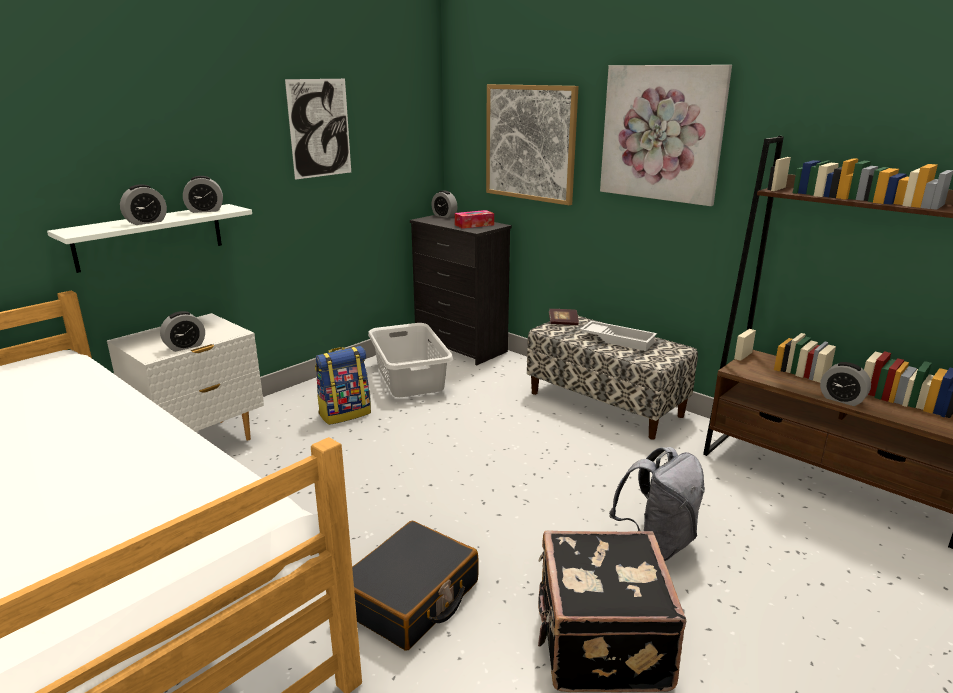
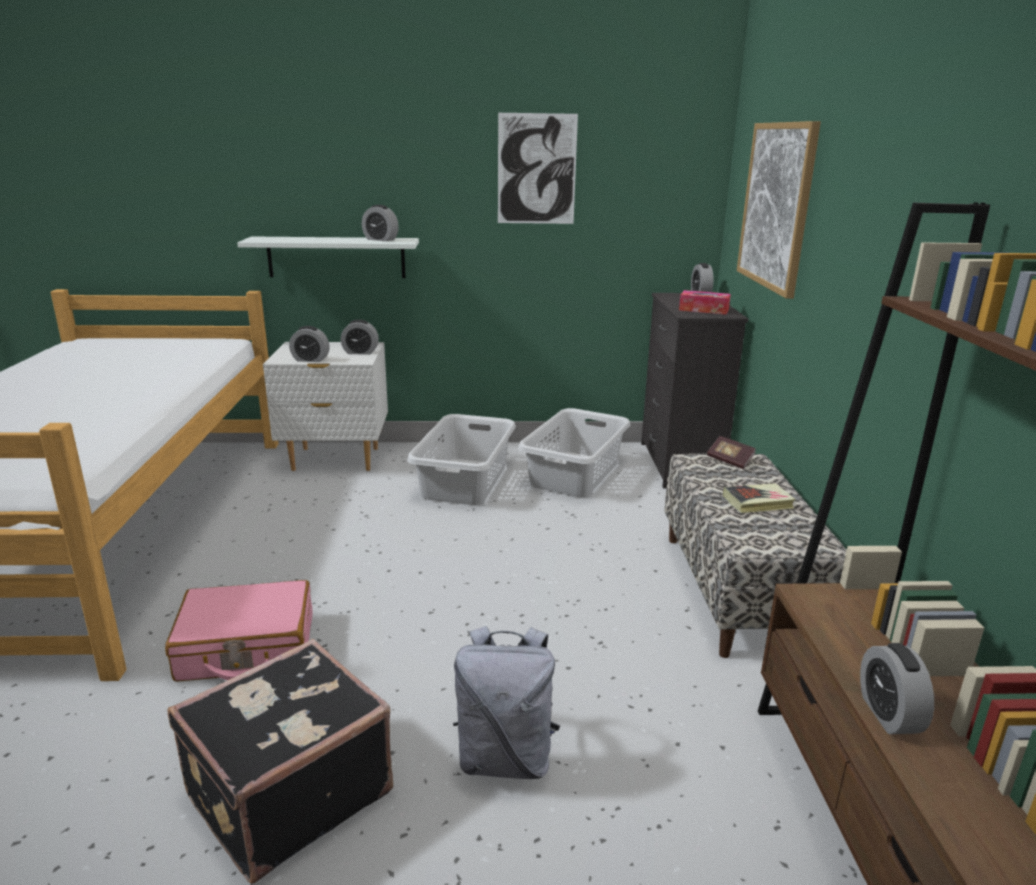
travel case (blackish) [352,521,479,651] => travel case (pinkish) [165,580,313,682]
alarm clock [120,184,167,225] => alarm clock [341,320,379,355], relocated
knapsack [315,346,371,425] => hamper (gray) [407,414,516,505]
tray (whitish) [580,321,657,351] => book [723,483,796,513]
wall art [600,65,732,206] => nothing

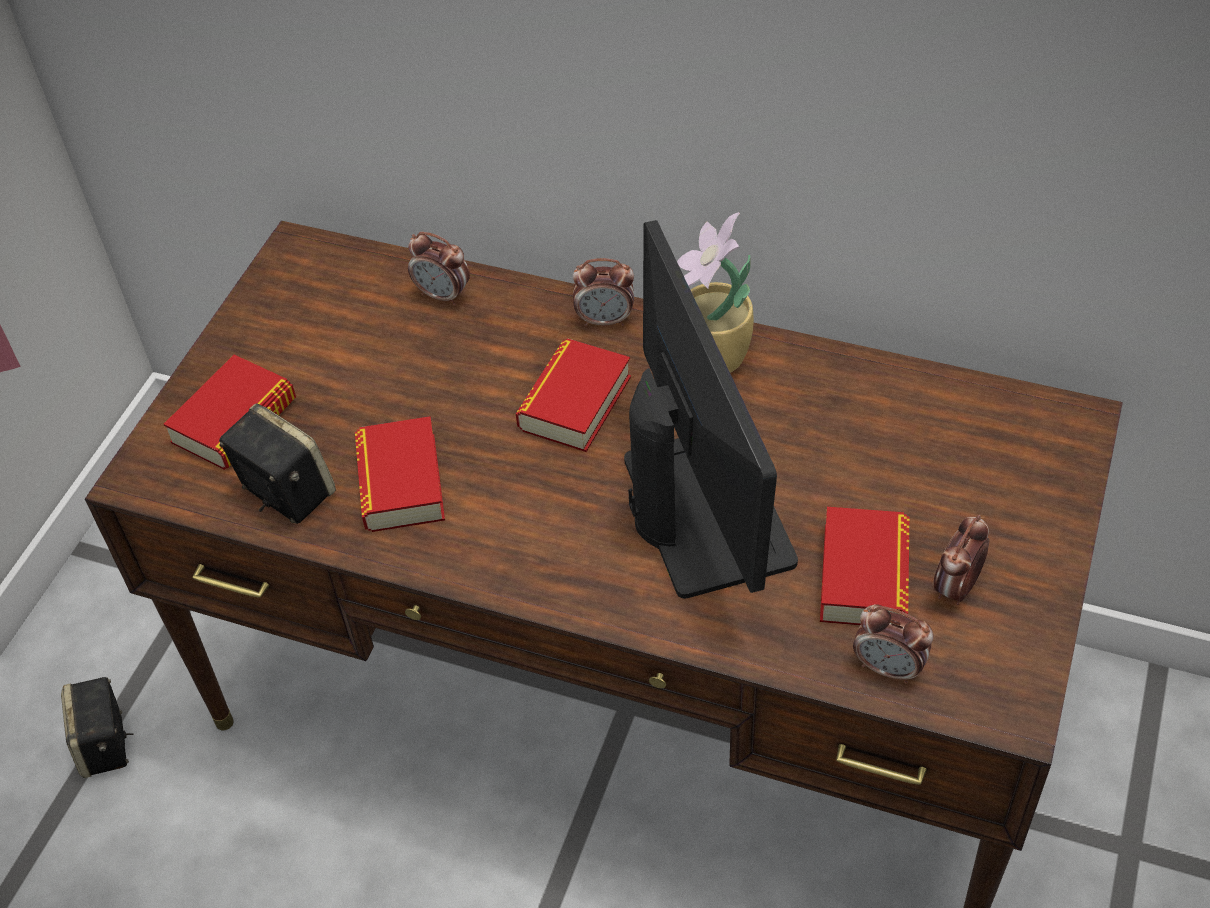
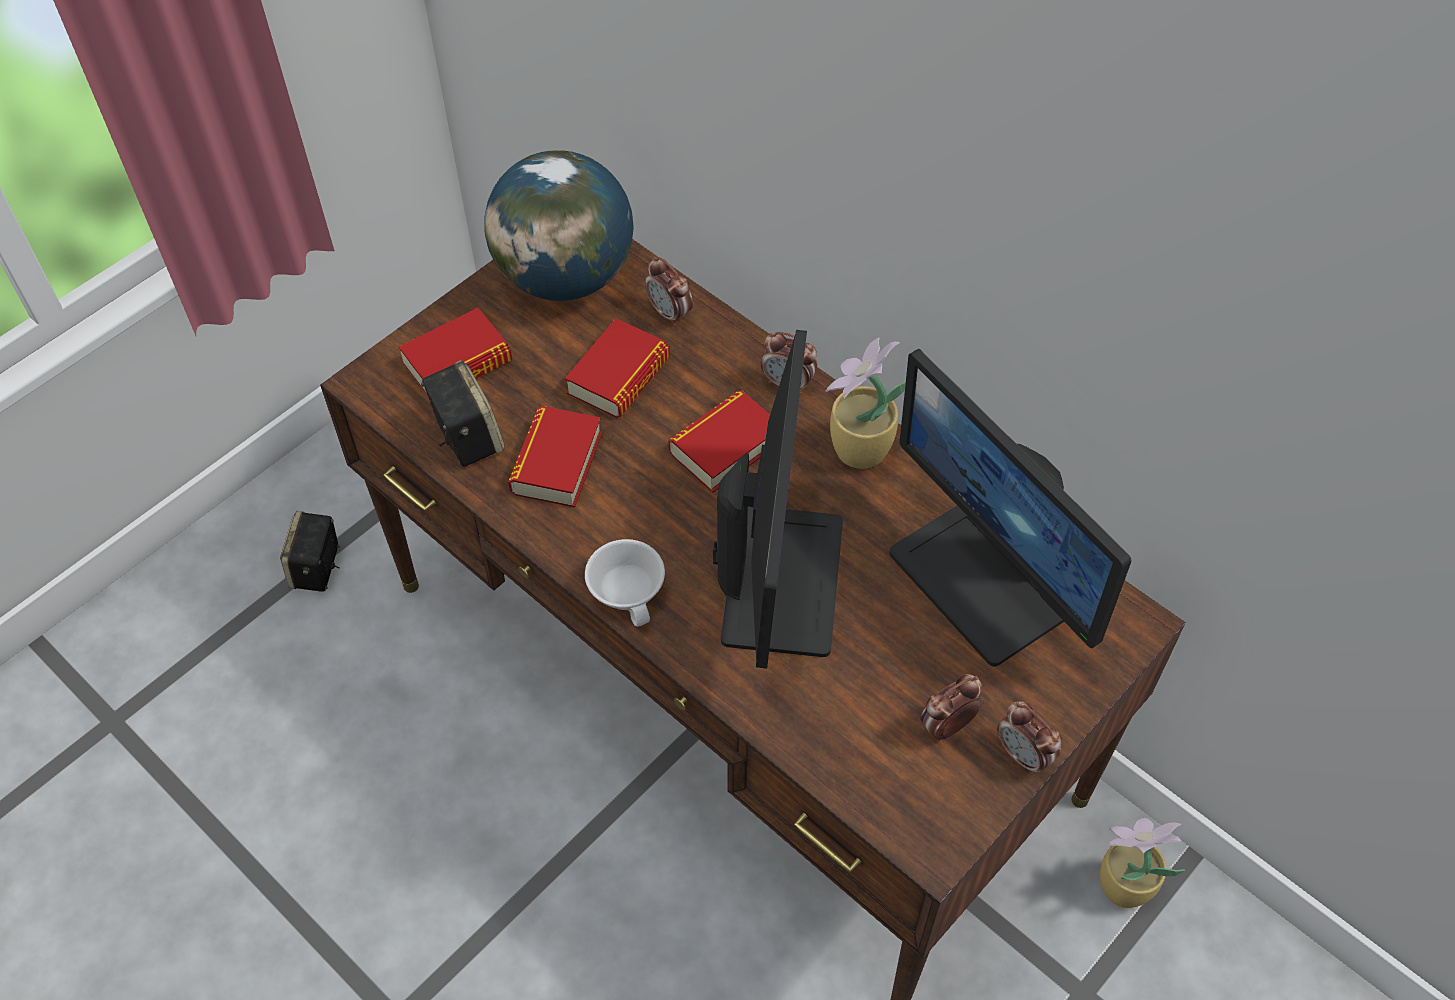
nothing => globe [484,150,633,301]
book [820,507,909,625] => book [565,318,670,418], relocated
nothing => small cup (whitish) [585,539,665,627]
nothing => computer display [889,349,1132,666]
alarm clock [853,605,934,684] => alarm clock [997,701,1062,774], relocated
nothing => potted plant [1100,818,1185,908]

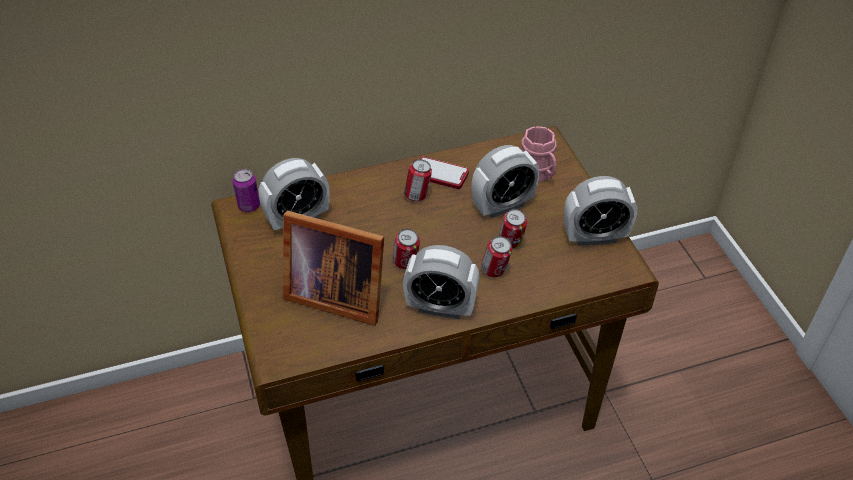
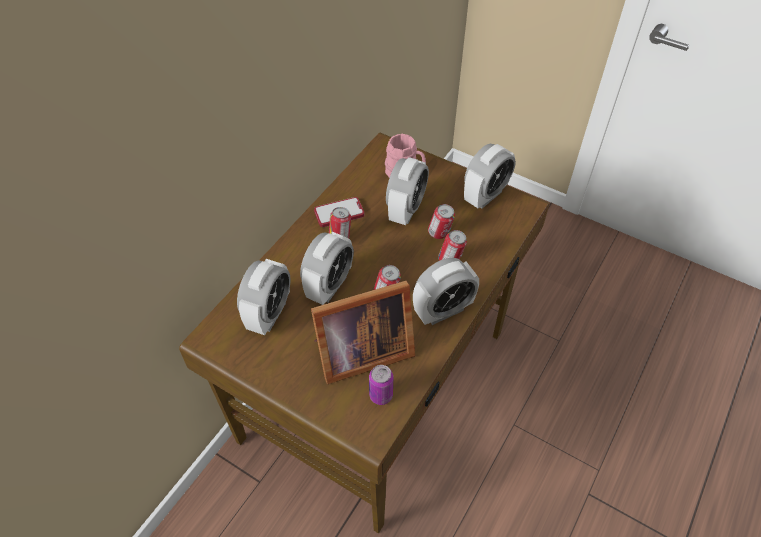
nothing => alarm clock [300,232,354,305]
can [233,169,260,212] => can [369,365,393,405], relocated

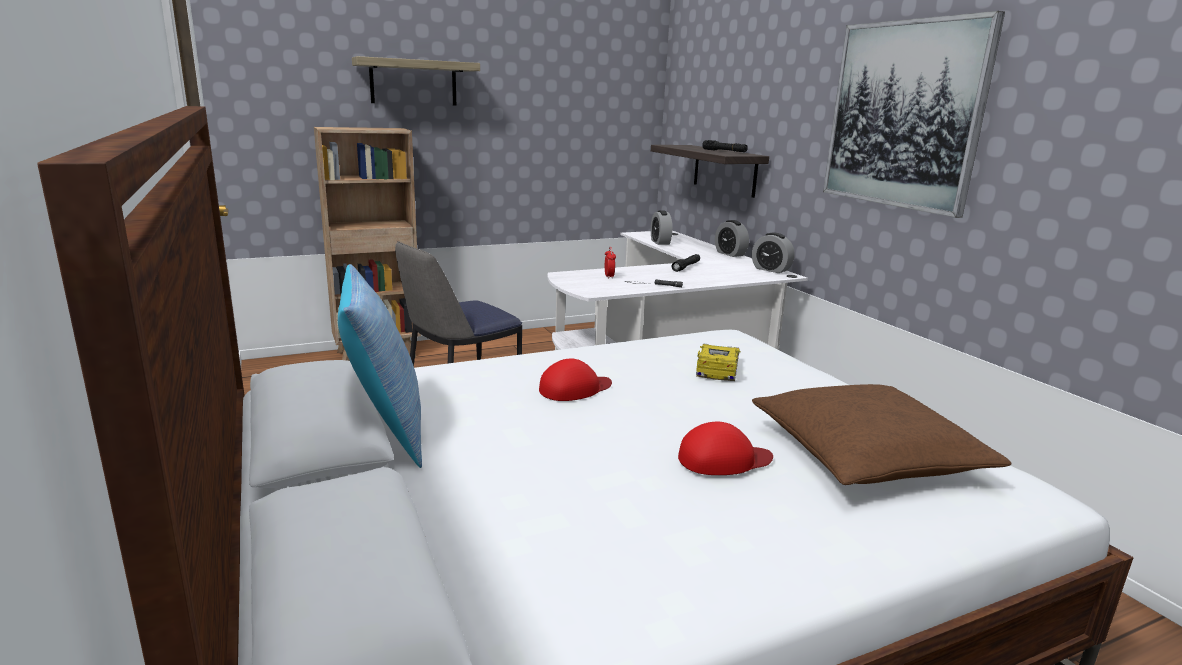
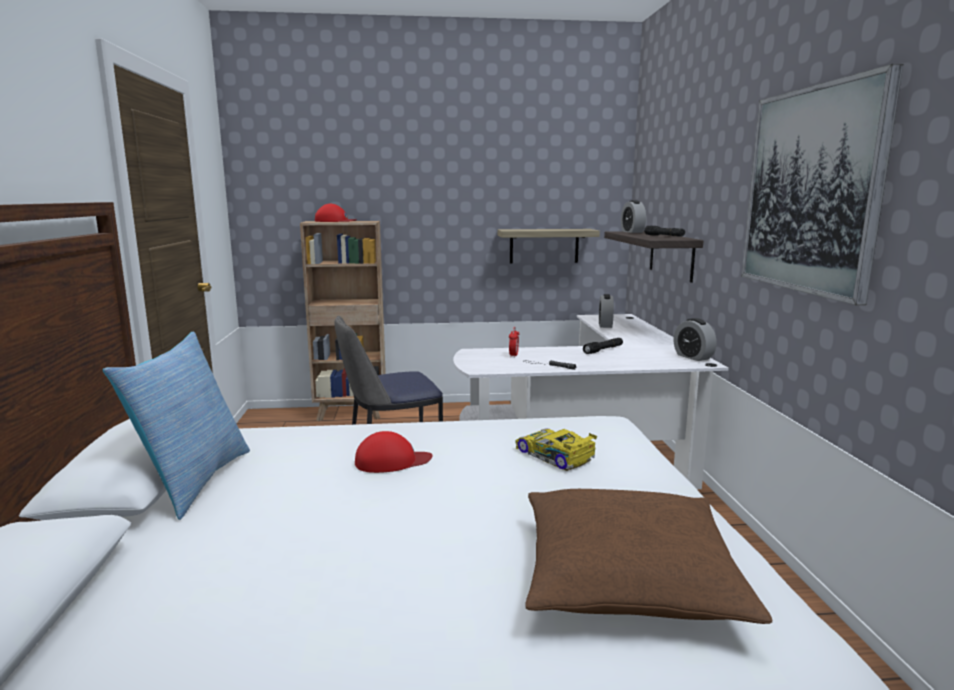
cap (reddish) [678,422,773,475] => cap (reddish) [315,204,357,222], relocated
bracket shelf [352,56,480,106] => bracket shelf [498,229,600,263], relocated
model car [696,344,740,381] => model car [515,428,597,471], 75 degrees counterclockwise
alarm clock [715,220,749,257] => alarm clock [621,200,646,233], relocated

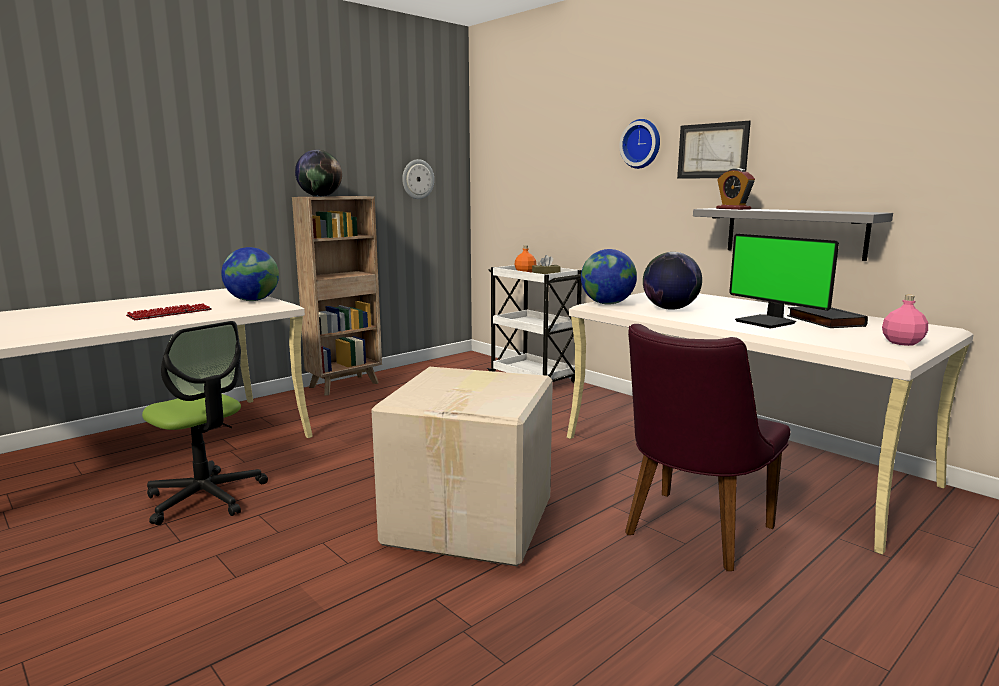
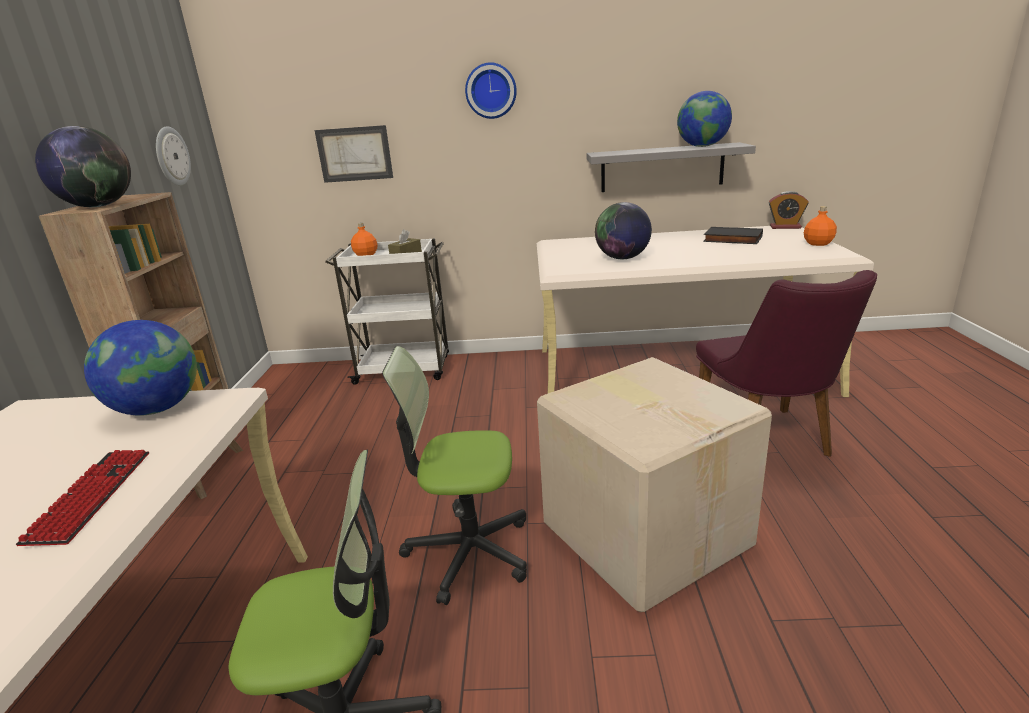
wall art [677,121,751,179] => wall art [315,125,393,183], relocated
nothing => computer chair [382,346,527,605]
globe [581,249,637,305] => globe [677,91,732,147], relocated
alarm clock [716,168,755,210] => alarm clock [769,191,809,229], relocated
bottle (pinkish) [882,295,928,346] => bottle (orange) [804,206,837,246]
computer display [729,234,839,329] => nothing

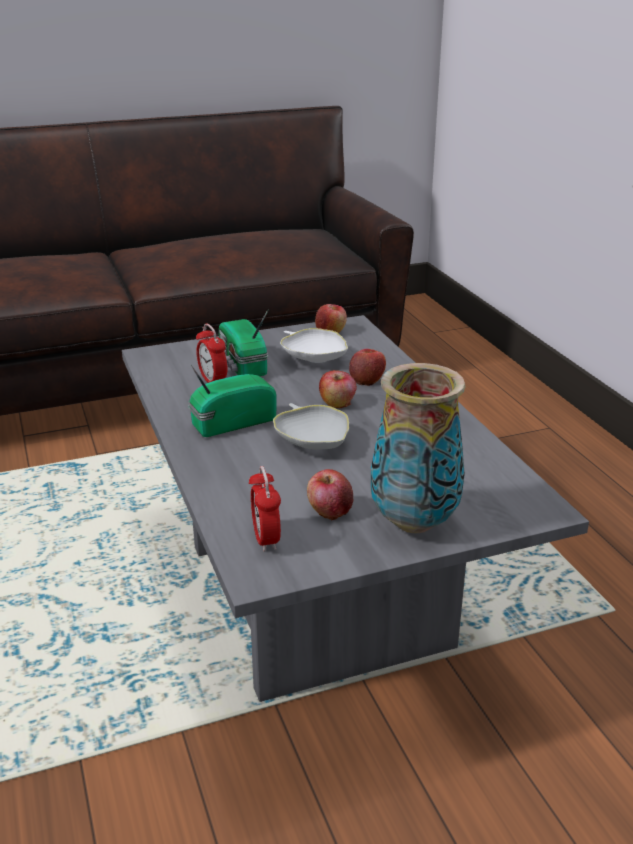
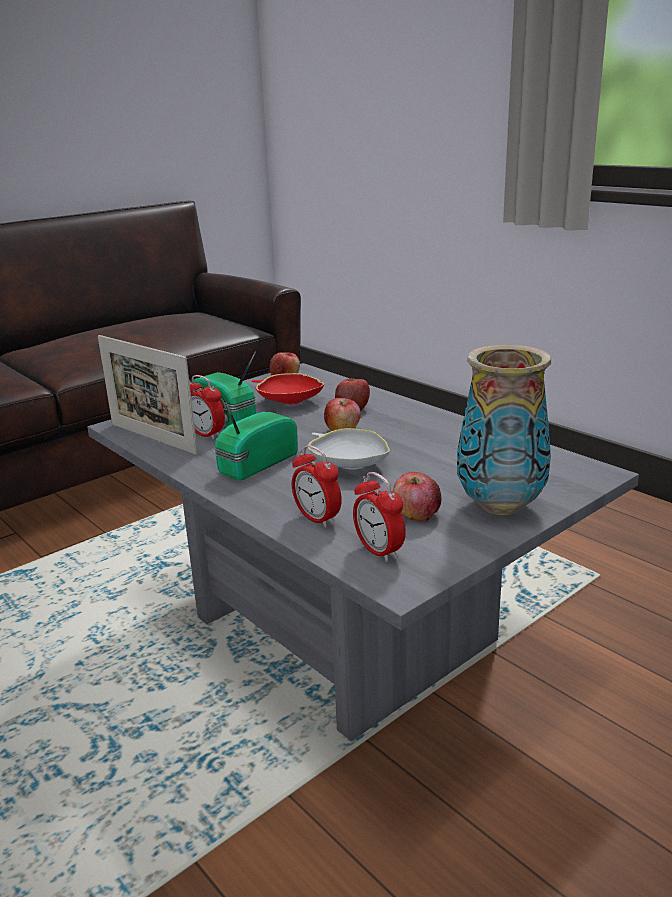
nothing => photo frame [98,335,198,455]
bowl (whitish) [280,328,348,363] => bowl (reddish) [252,373,324,404]
nothing => alarm clock [292,445,342,528]

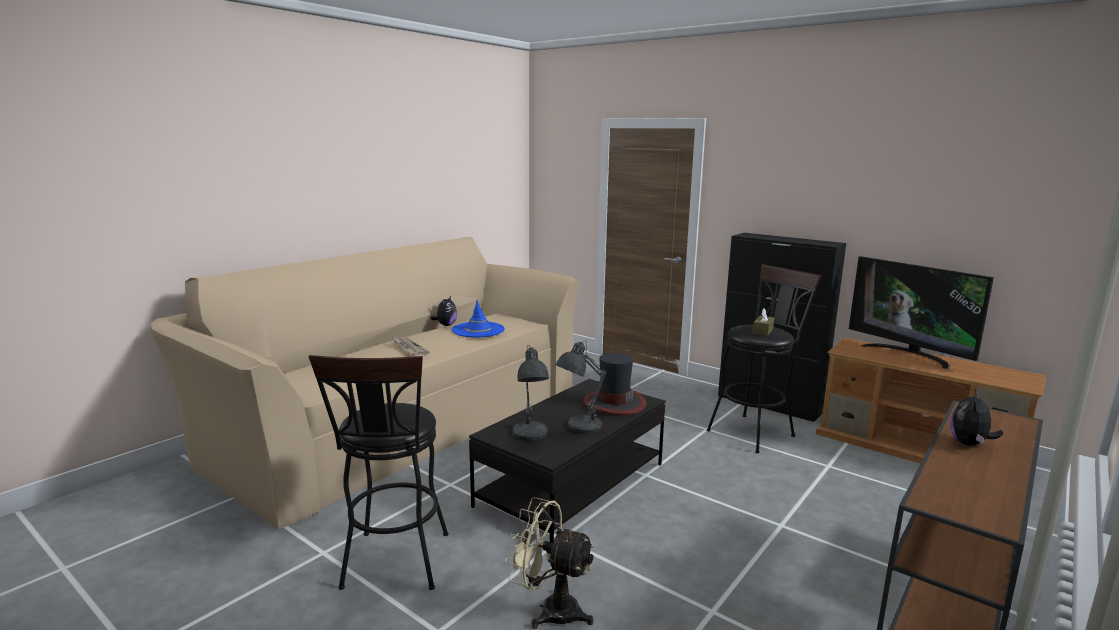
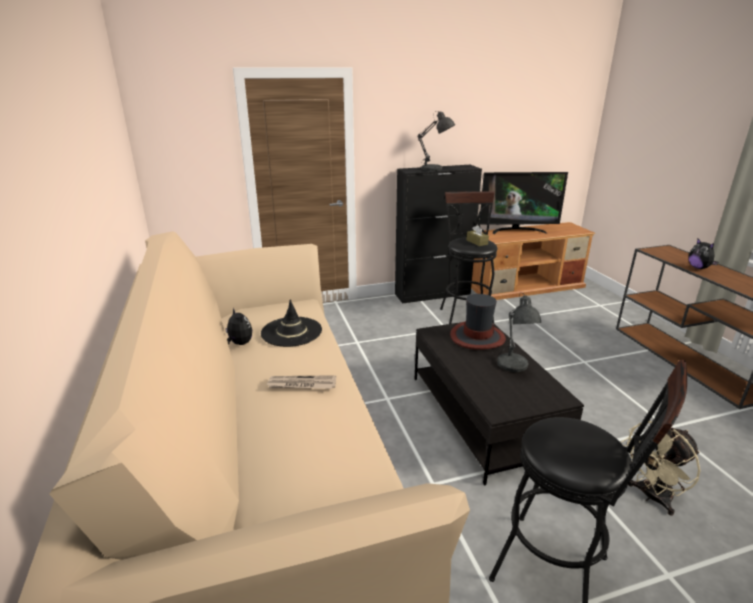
hat (bluish) [452,300,505,337] => hat (blackish) [261,299,322,347]
tabletop lamp (gray) [512,345,549,441] => tabletop lamp (gray) [417,111,455,171], relocated

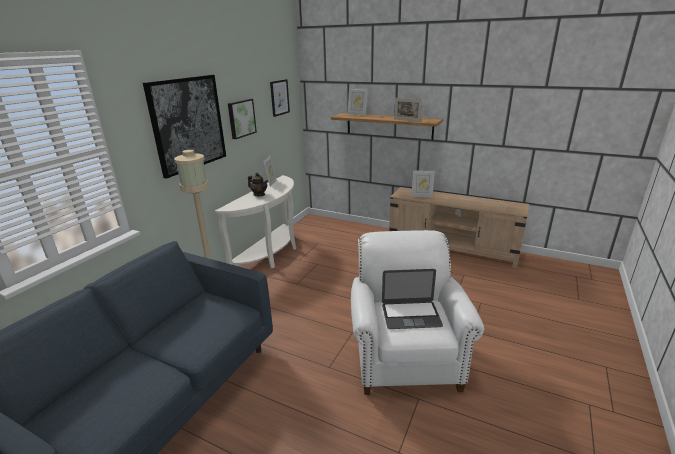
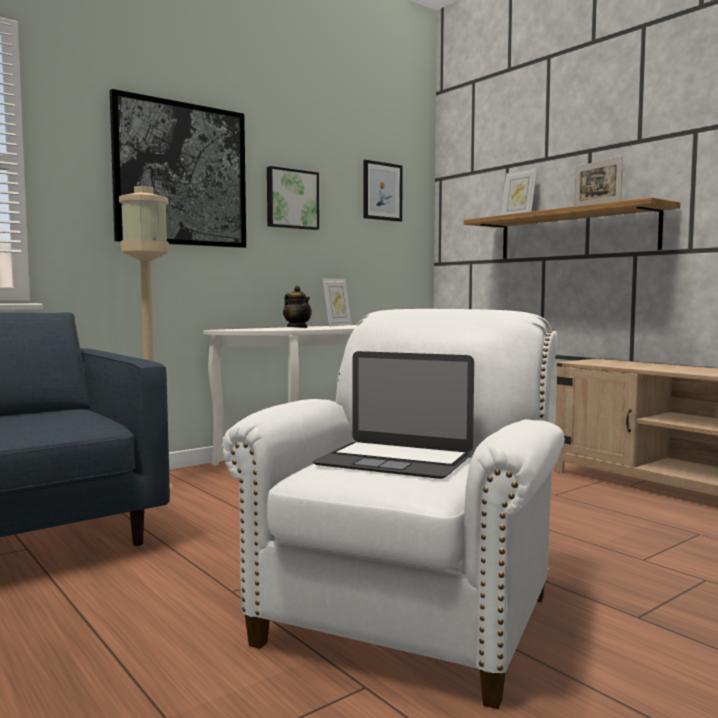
photo frame [412,171,434,197] => nothing

